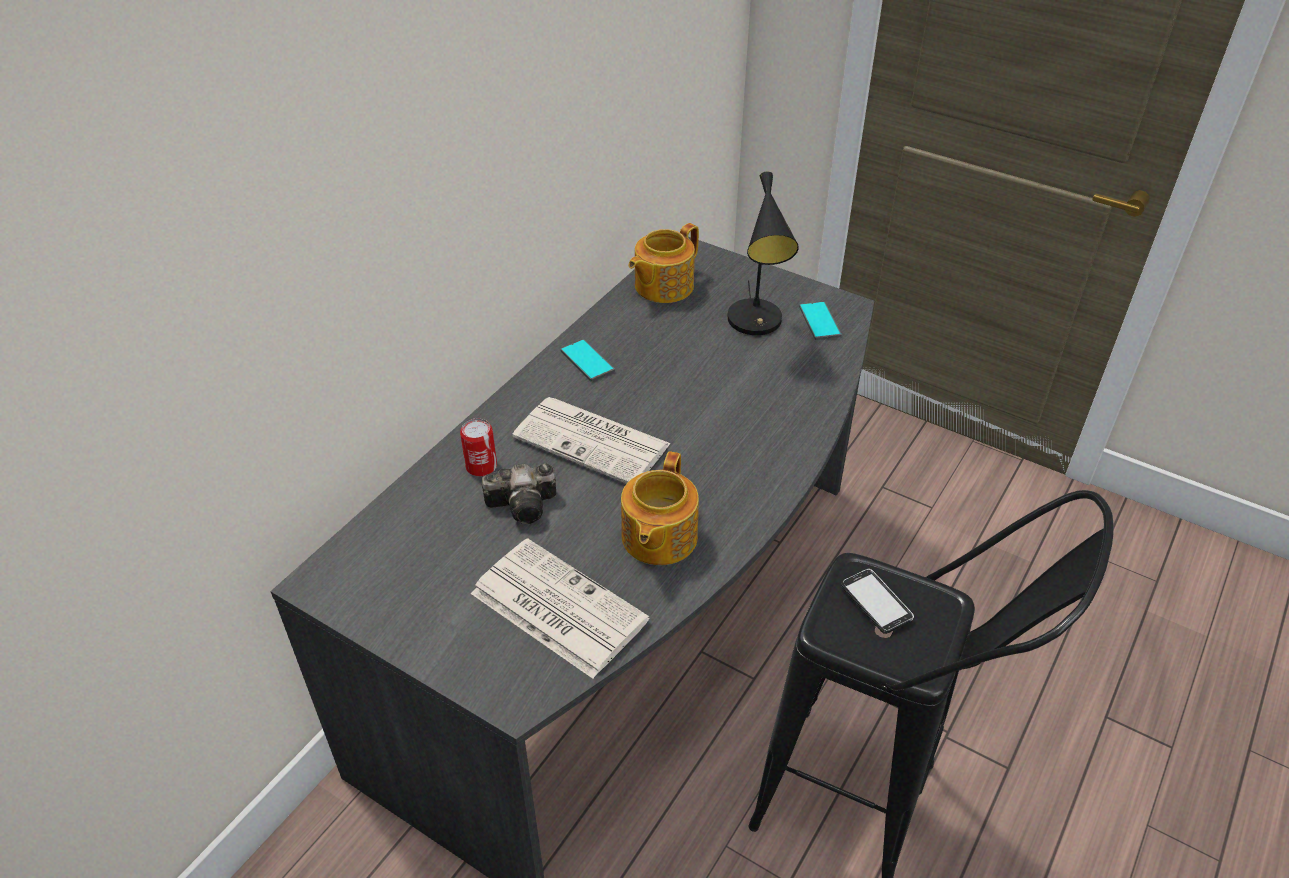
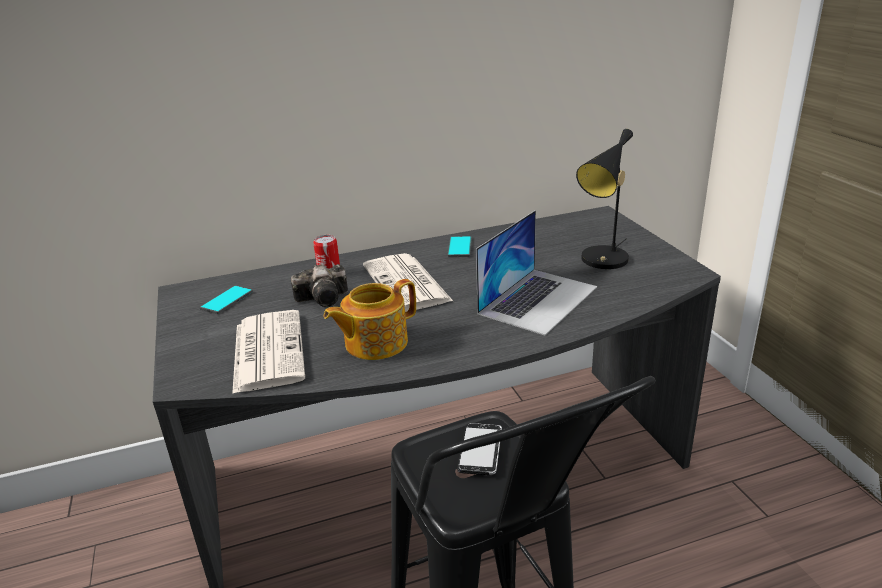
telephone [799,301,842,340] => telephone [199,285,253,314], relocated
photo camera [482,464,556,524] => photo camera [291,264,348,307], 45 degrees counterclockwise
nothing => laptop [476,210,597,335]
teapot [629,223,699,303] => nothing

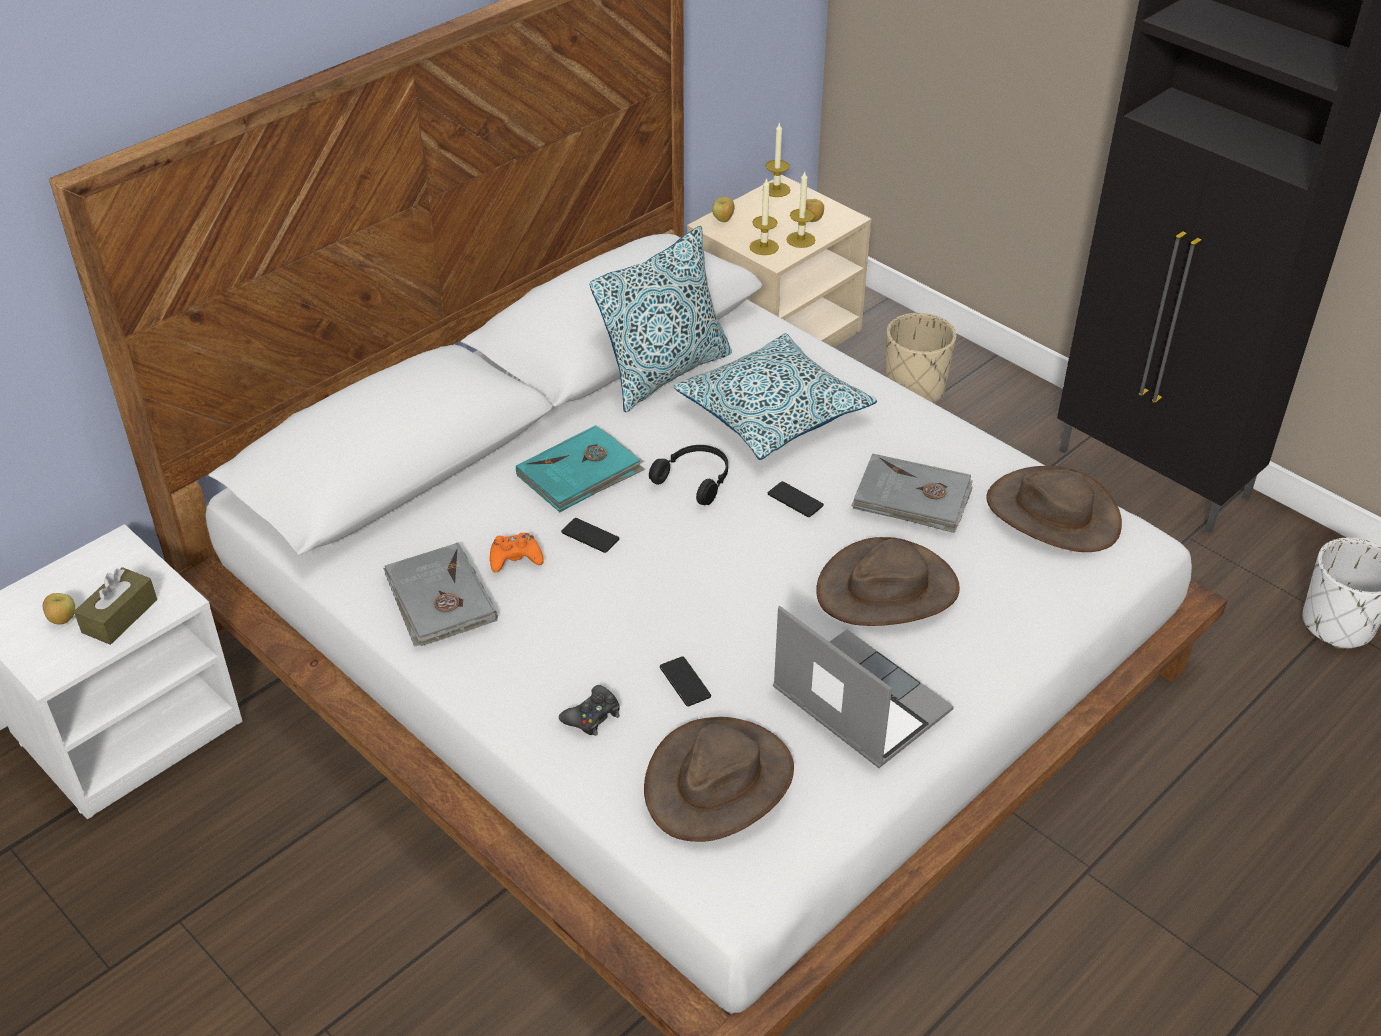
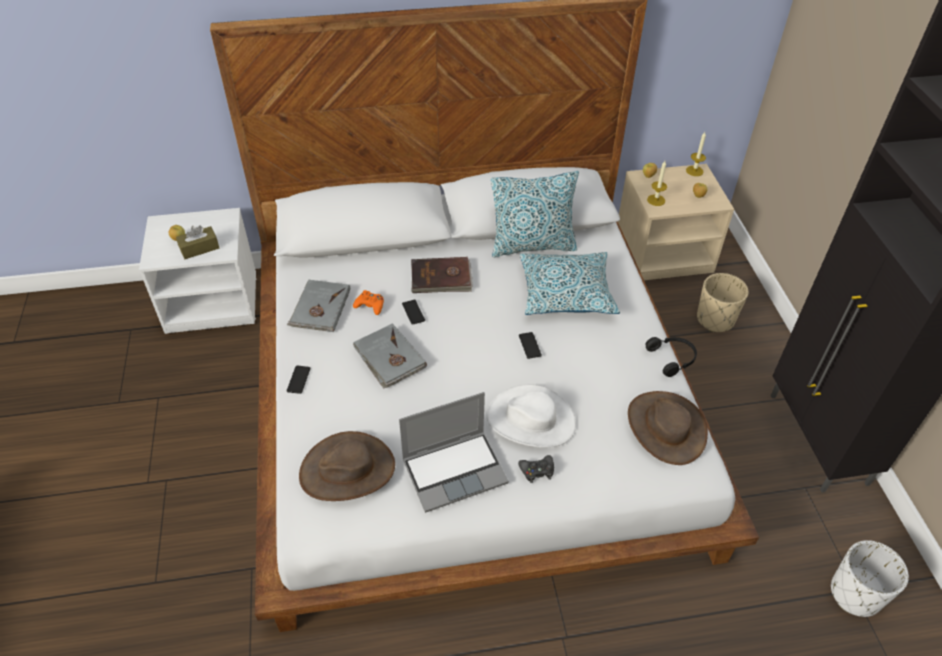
telephone [660,656,711,706] => telephone [286,366,311,394], relocated
book (gray) [851,454,973,533] => book (gray) [353,323,427,389], relocated
laptop [773,606,954,768] => laptop [399,392,509,513], 75 degrees clockwise
book (turquoise) [516,425,645,512] => book (brown-coloured) [411,257,473,293]
hat (brown-coloured) [816,537,960,626] => hat (whitish) [487,385,576,448]
joypad (blackish) [559,685,620,736] => joypad (blackish) [518,455,554,483], relocated
headset (blackish) [649,445,728,505] => headset (blackish) [645,337,697,377], relocated
candle [786,170,815,248] => nothing

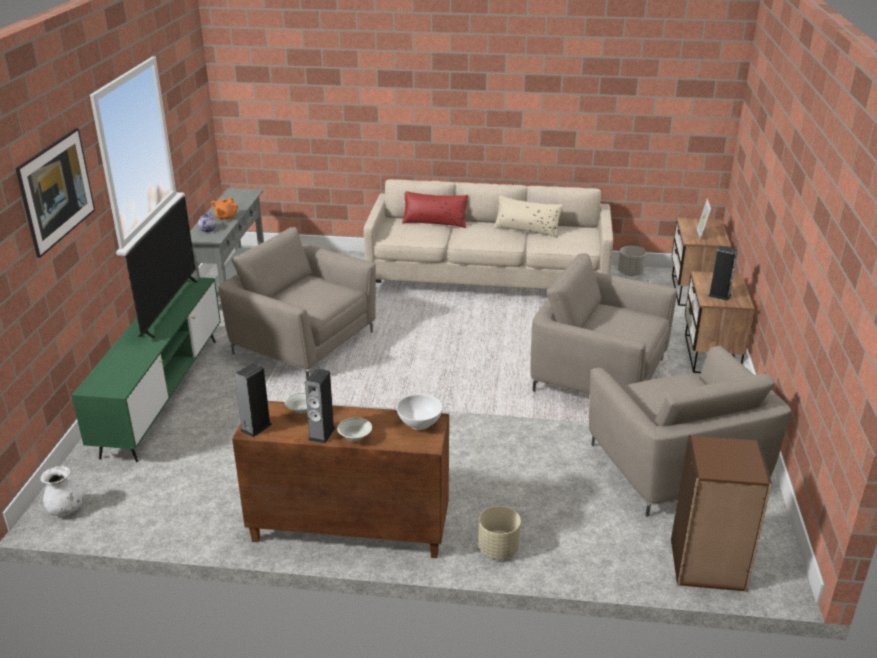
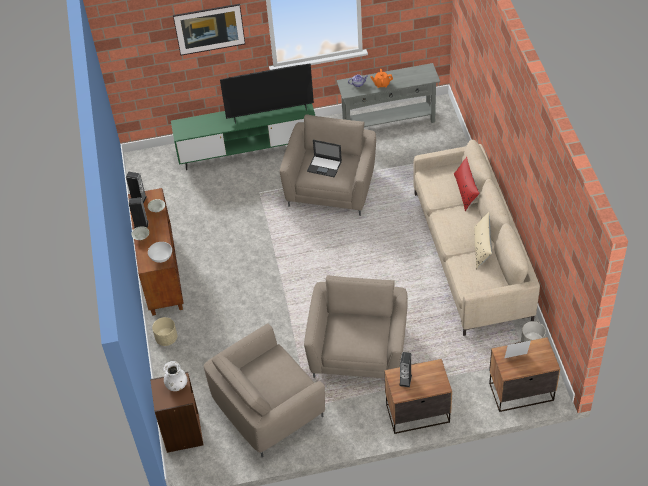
vase (whitish) [41,466,83,516] => vase (whitish) [164,361,187,391], relocated
nothing => laptop [307,140,342,178]

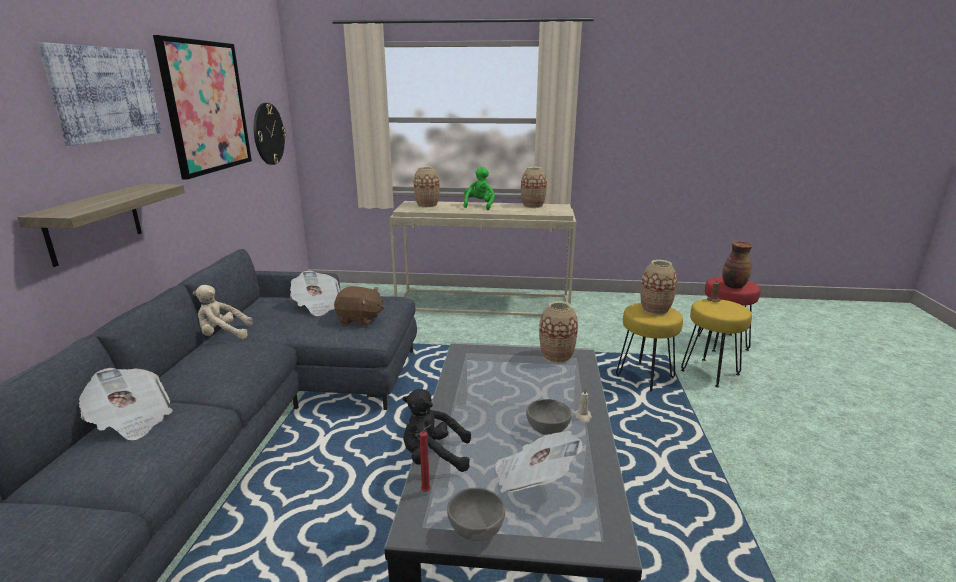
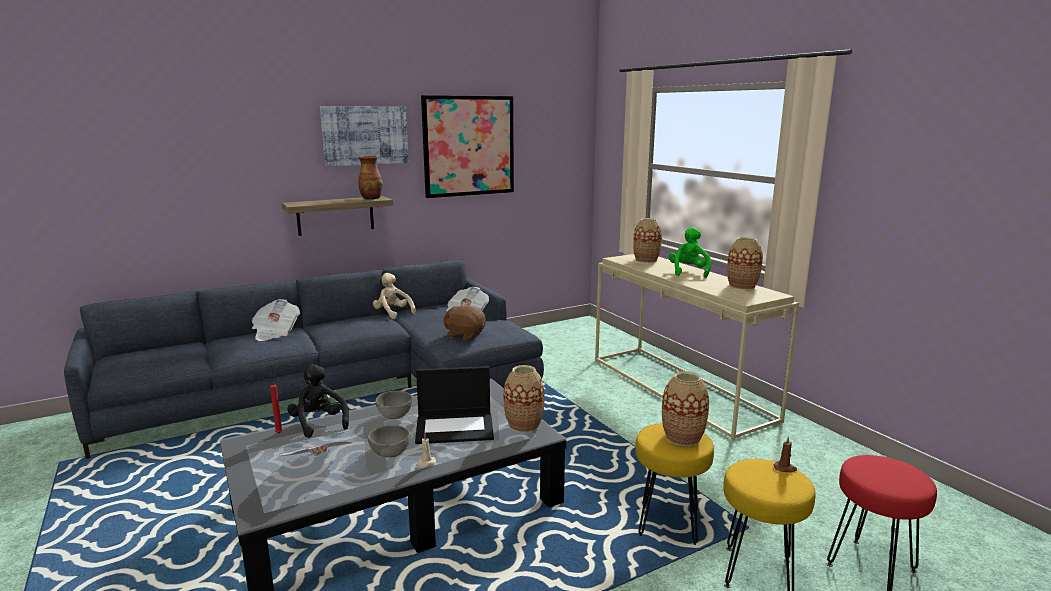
vase [722,241,753,289] => vase [358,156,383,200], relocated
bowl (gray) [447,488,505,541] => bowl (gray) [375,391,412,419], relocated
nothing => laptop [415,366,494,444]
cuddly toy (brown-coloured) [334,286,385,326] => cuddly toy (brown-coloured) [443,305,486,341], 135 degrees clockwise
cuddly toy (green-coloured) [463,167,495,210] => cuddly toy (green-coloured) [669,227,711,278], 60 degrees counterclockwise
clock on the wall [254,103,286,165] => nothing

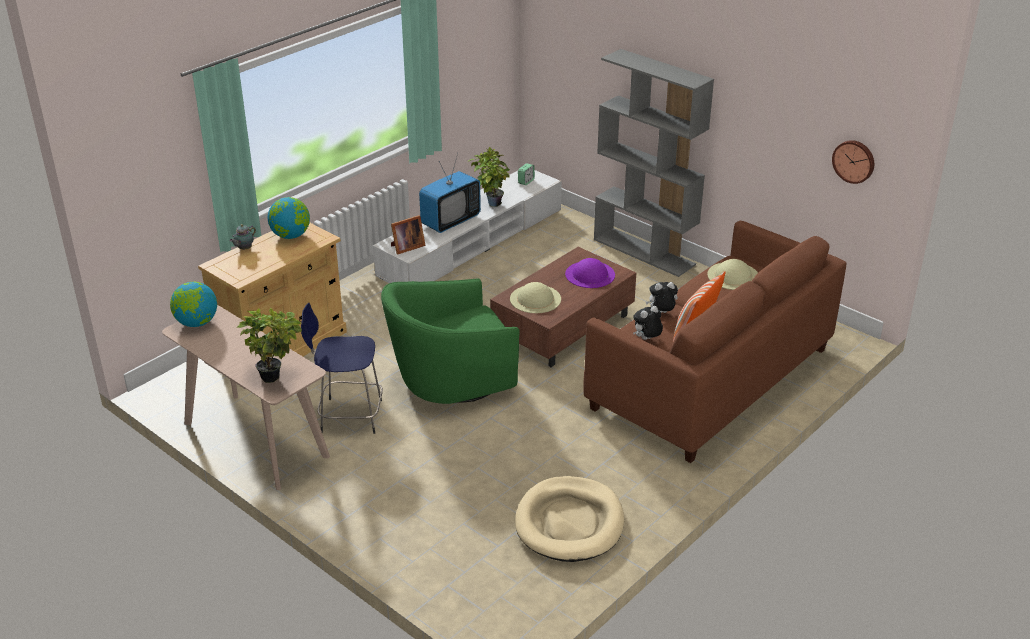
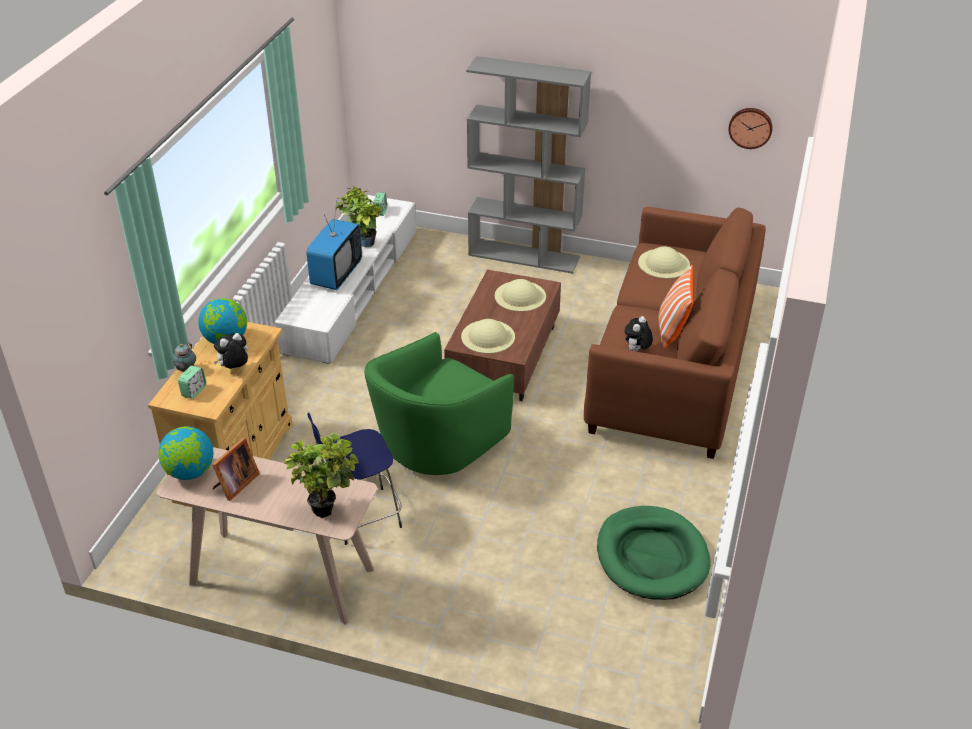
nothing => alarm clock [178,365,206,399]
photo frame [391,215,426,254] => photo frame [212,438,260,501], relocated
cuddly toy [646,282,678,313] => cuddly toy [214,333,248,369], relocated
hat (purple-coloured) [565,258,615,288] => hat (sand-coloured) [495,279,546,312]
dog cushion (sand-coloured) [515,476,624,562] => dog cushion (green-coloured) [597,506,710,600]

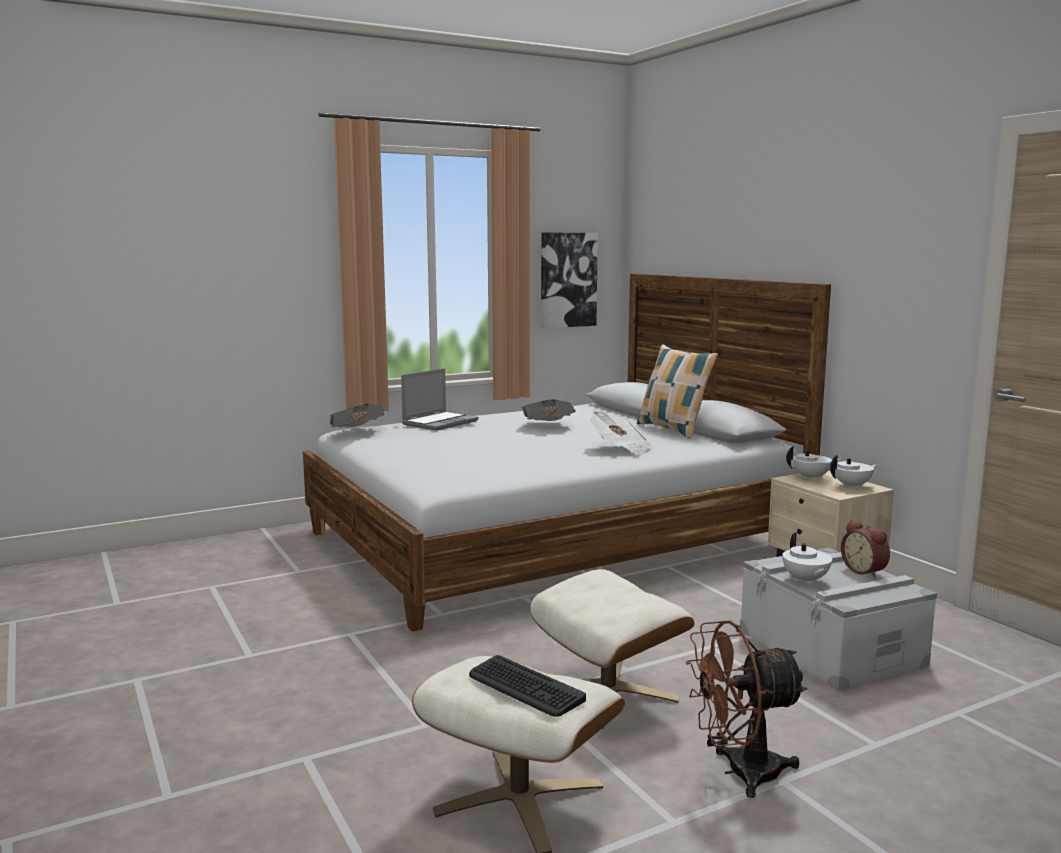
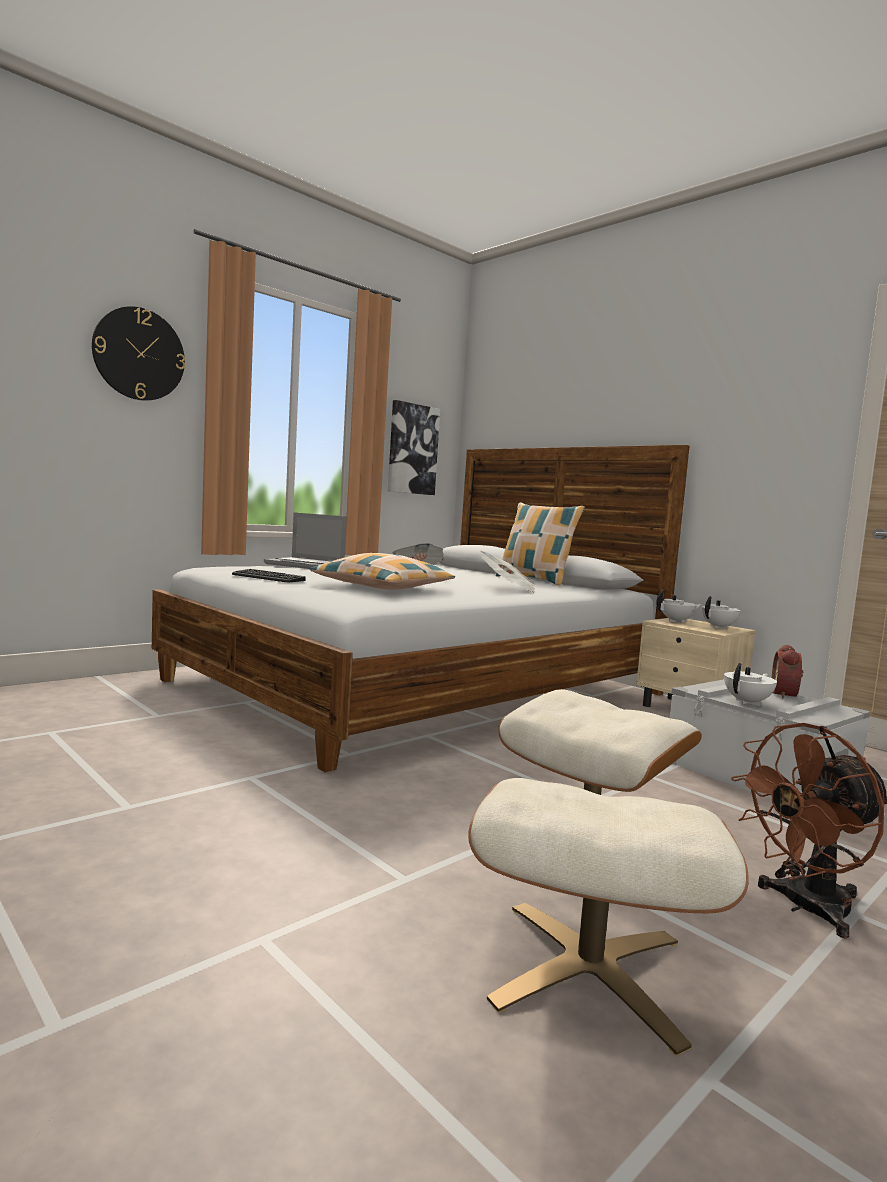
nothing => clock on the wall [92,306,185,401]
PC keyboard [469,655,586,717] => PC keyboard [232,569,306,582], relocated
laptop [401,368,478,431] => laptop [264,512,347,569], 90 degrees clockwise
nothing => throw pillow [310,553,455,590]
teapot (whitish) [782,532,832,585] => teapot (whitish) [724,663,777,706], 105 degrees counterclockwise
alarm clock [841,519,890,578] => alarm clock [772,644,803,698], 60 degrees clockwise
daily paper [330,404,384,427] => nothing

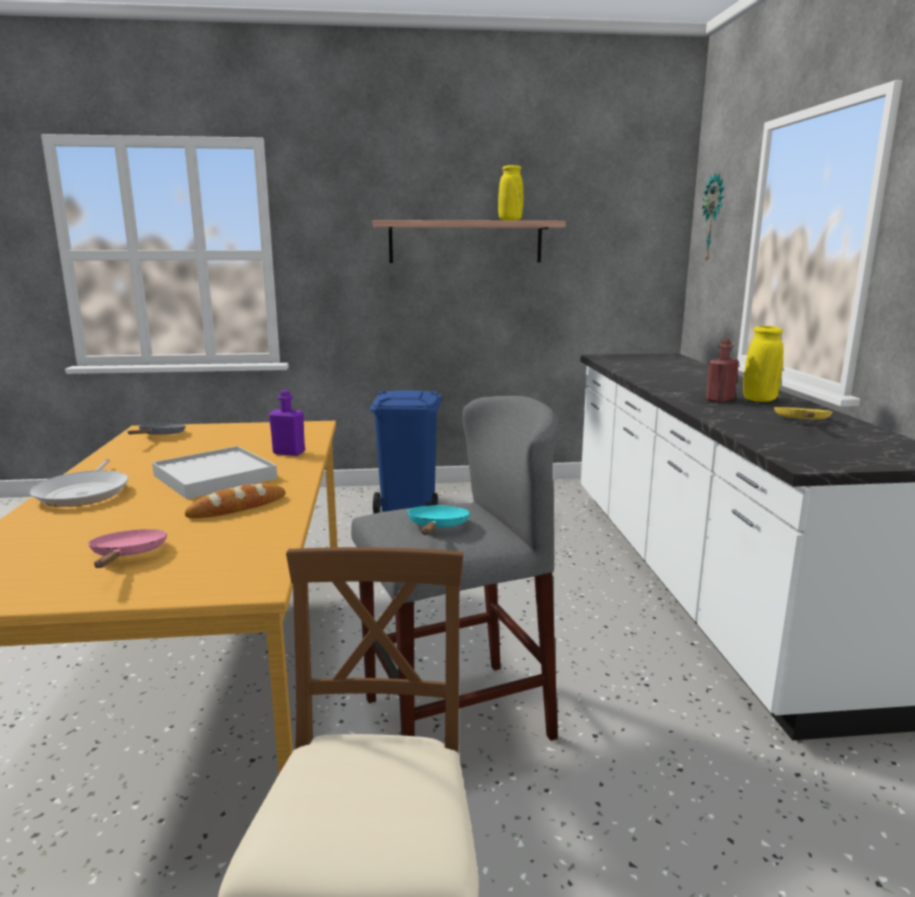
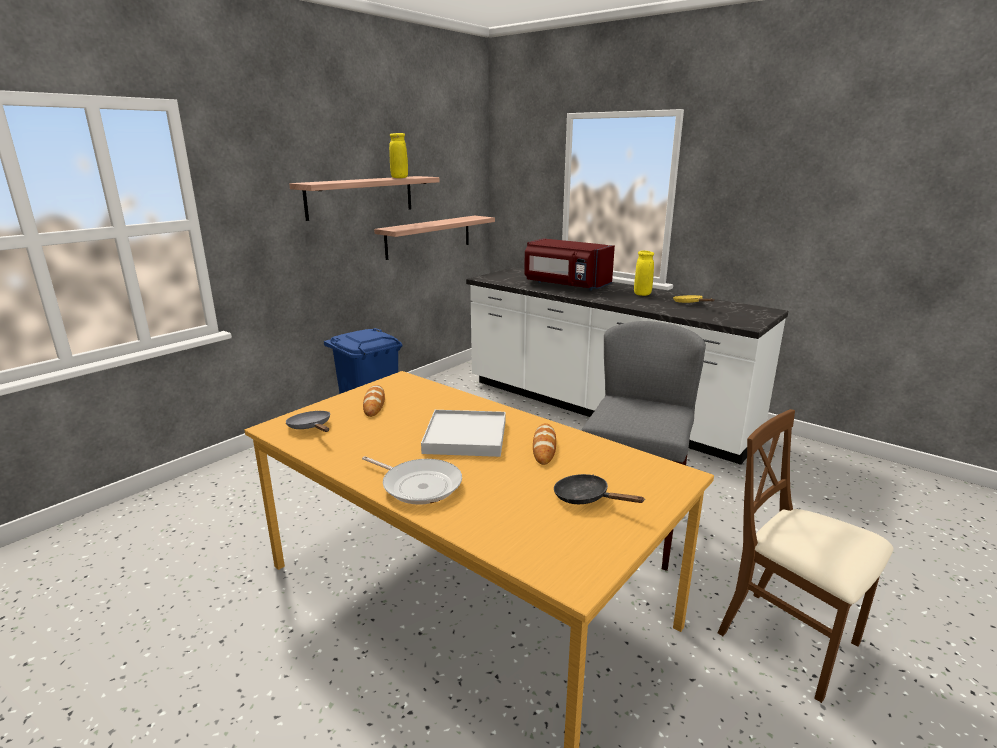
nothing => baked bread [363,385,385,417]
nothing => bracket shelf [374,216,495,260]
nothing => kitchen microwave (reddish) [524,238,615,291]
pan (pinkish) [88,529,167,568] => pan (blackish) [554,474,644,504]
bottle (purple-coloured) [269,390,305,456] => nothing
pan (turquoise) [407,505,471,535] => nothing
clock on the wall [702,172,724,263] => nothing
bottle (reddish) [706,339,739,403] => nothing

